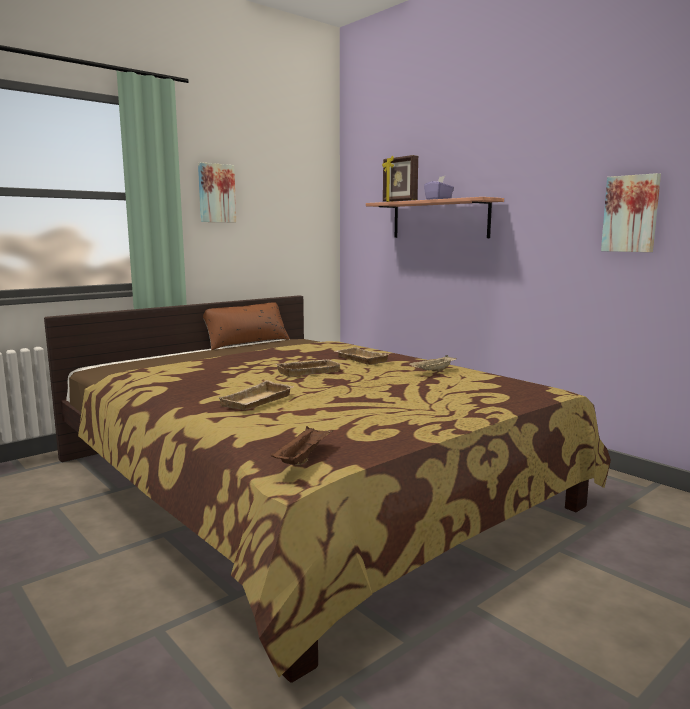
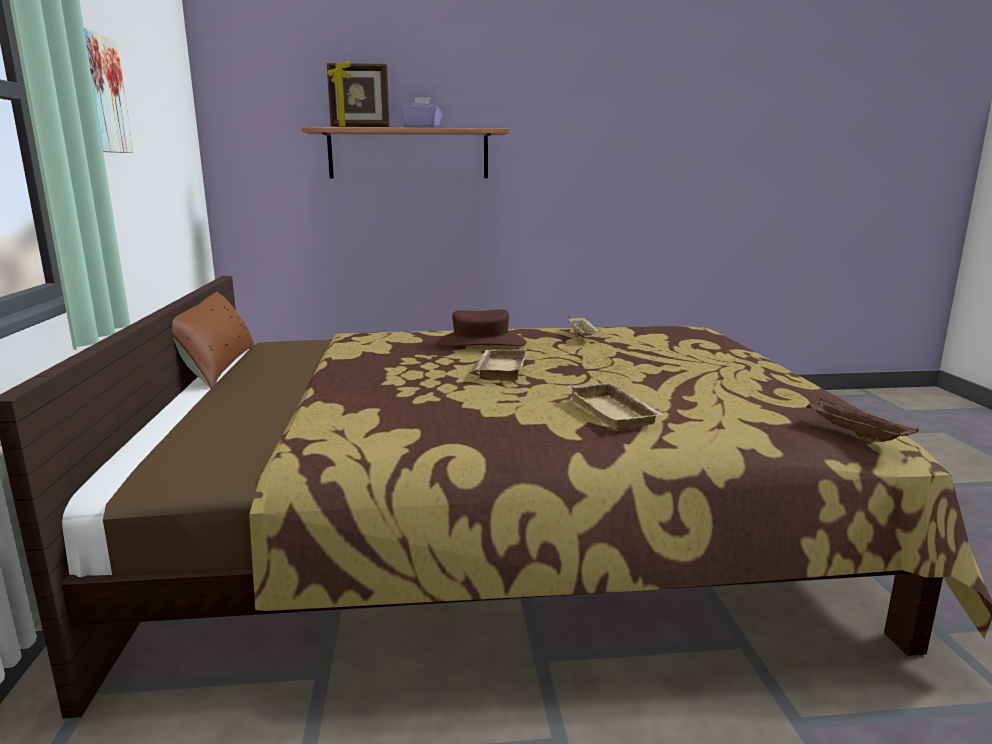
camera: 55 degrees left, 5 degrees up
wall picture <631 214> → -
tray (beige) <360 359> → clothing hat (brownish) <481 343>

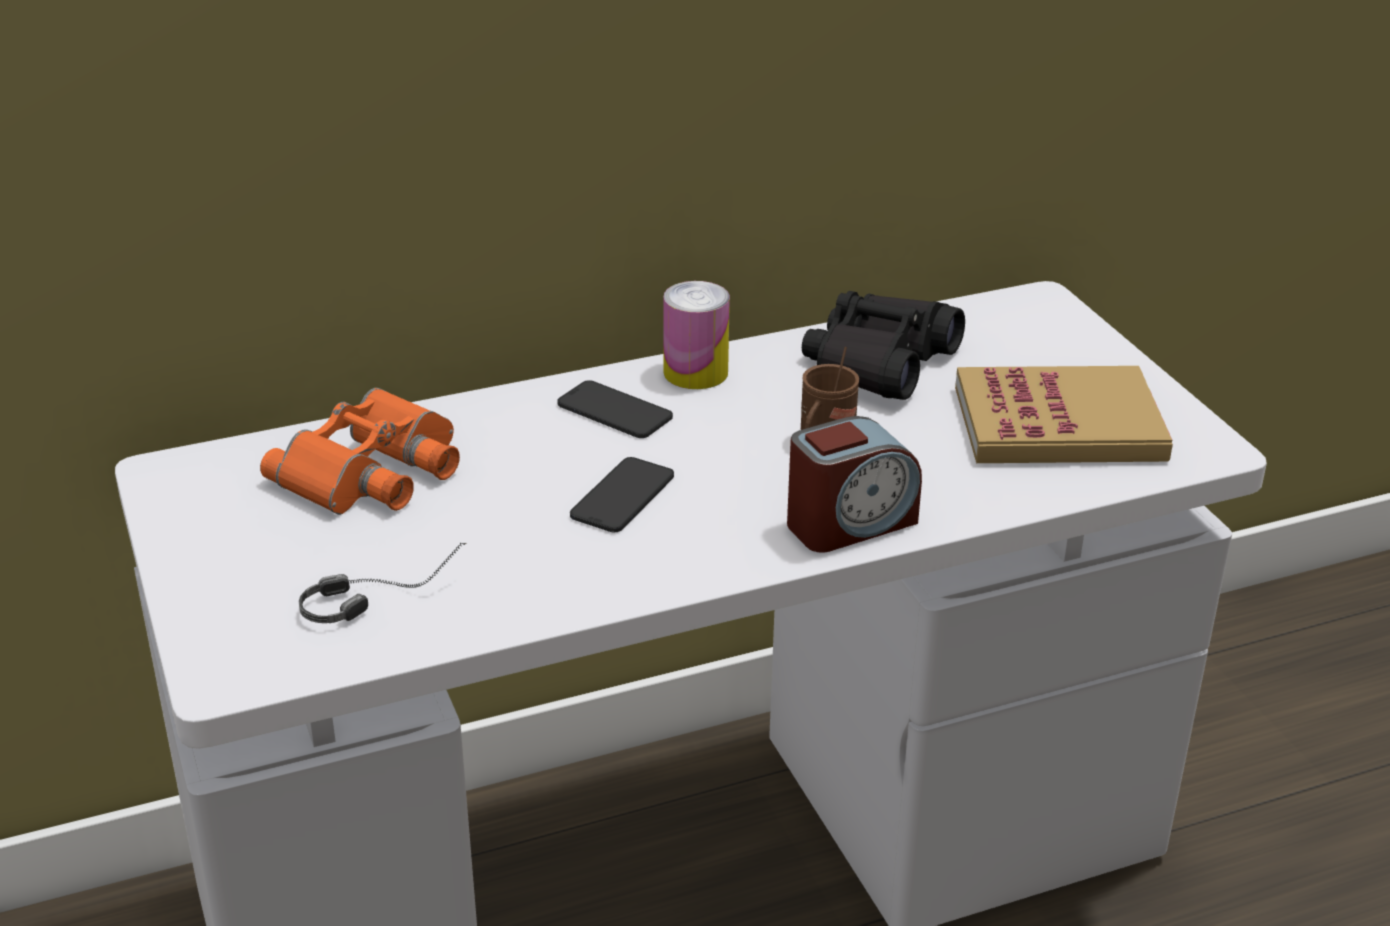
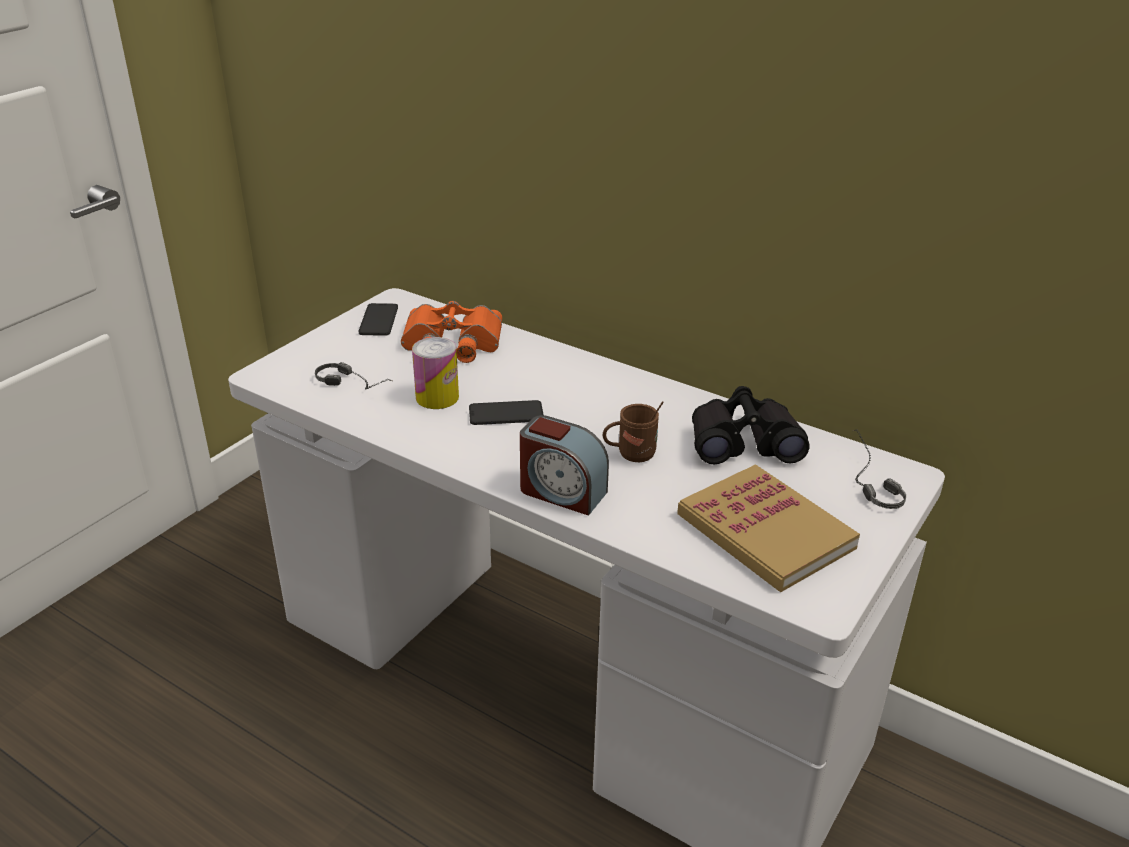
camera: 55 degrees right, 0 degrees up
- → pair of headphones <866 481>
handset <614 411> → handset <378 320>, moved
metal can <695 372> → metal can <437 397>, moved

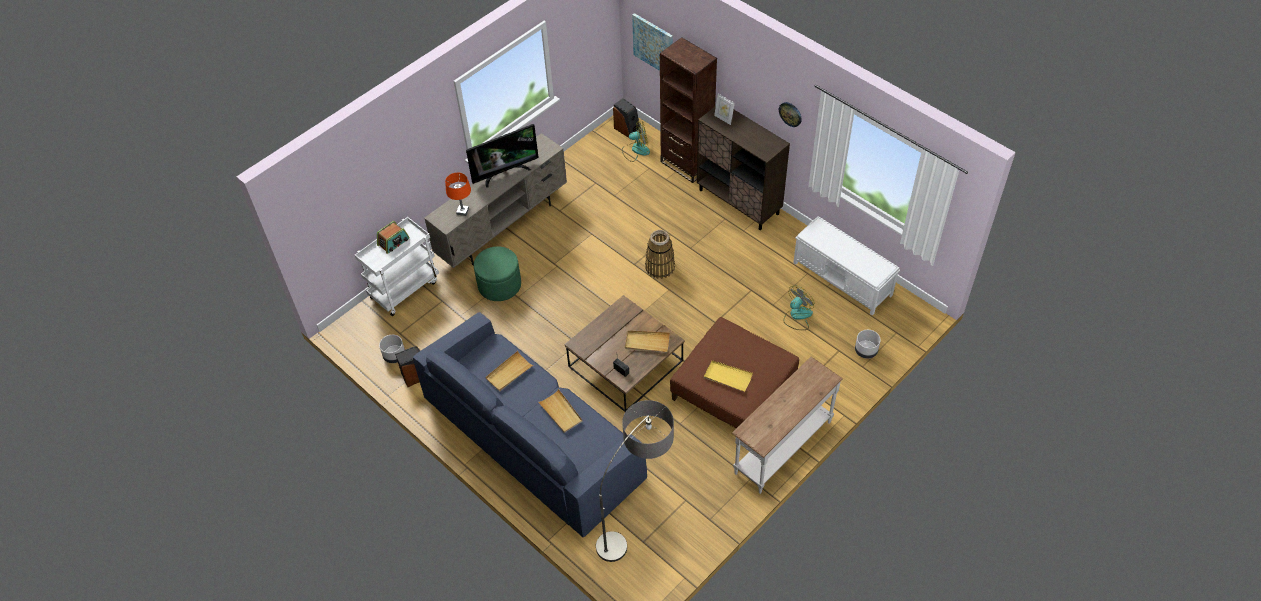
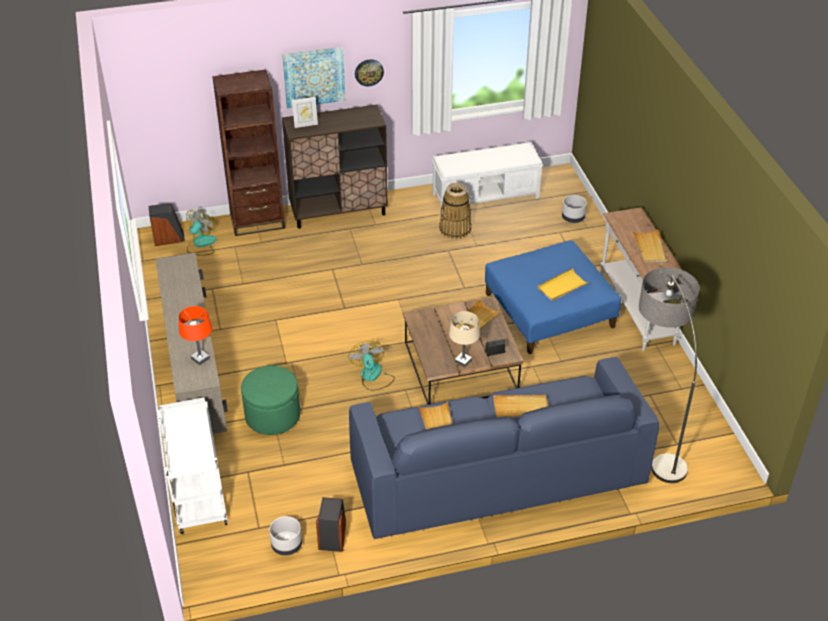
camera: 60 degrees left, 10 degrees down
radio <393 242> → -
TV <505 173> → -
- → lamp for a table (beige) <463 361>
- → tray (beige) <649 248>
wall picture <653 44> → wall picture <314 76>, moved
storage basket <660 267> → storage basket <455 229>, moved
electric fan <797 316> → electric fan <372 377>, moved
ottoman (brownish) <733 389> → ottoman (blue) <549 310>

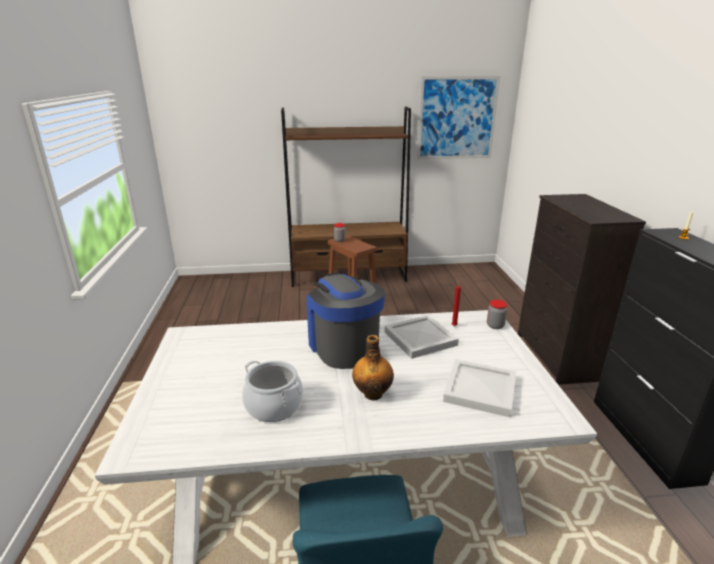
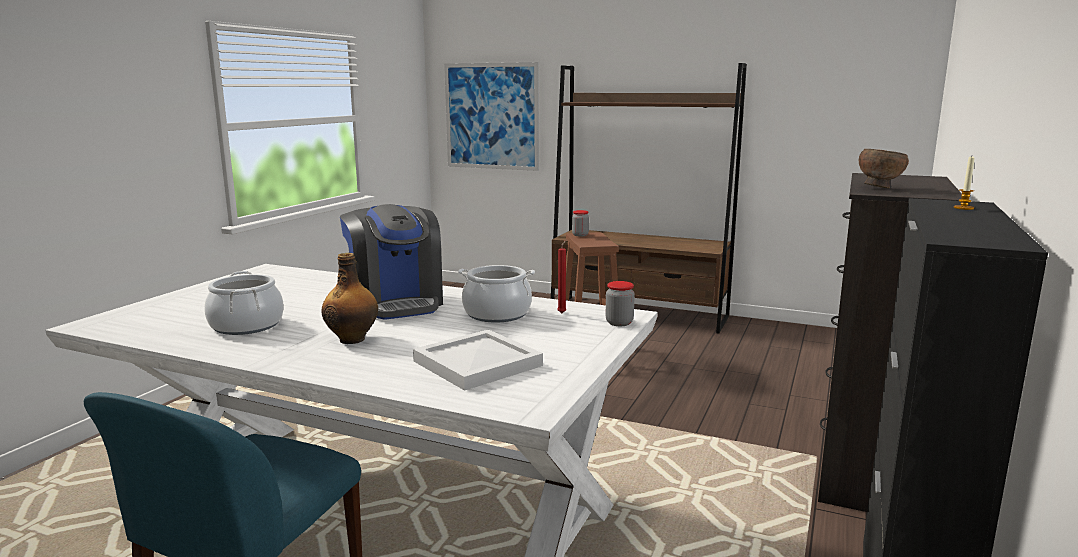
camera: 30 degrees right, 10 degrees down
- → serving bowl (brownish) <878 188>
wall picture <457 118> → wall picture <491 116>, moved
tray (white) <420 338> → cooking pot <497 314>
coffee maker <343 346> → coffee maker <396 303>, 150 degrees clockwise

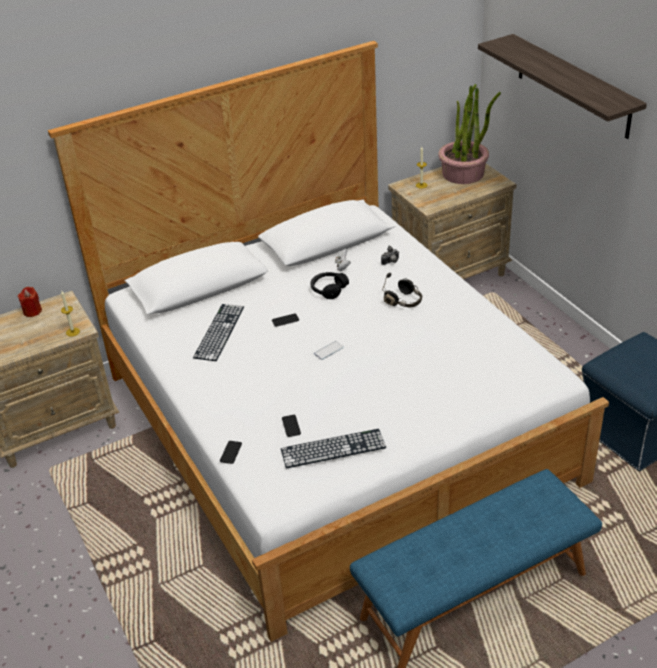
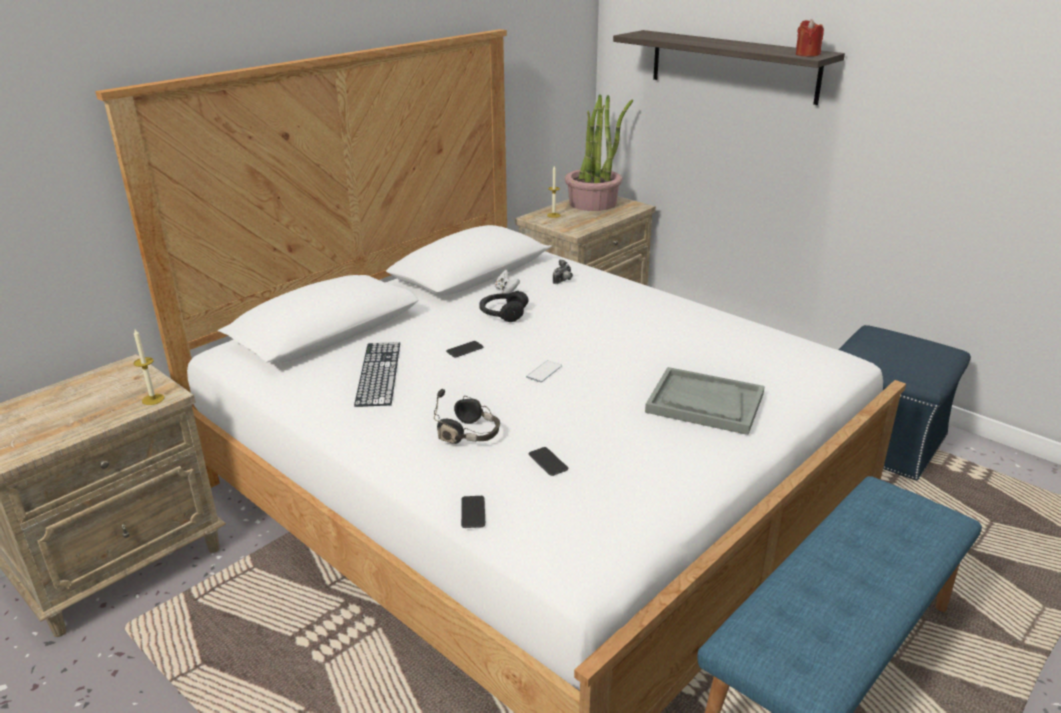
camera: 20 degrees left, 10 degrees down
computer keyboard <333 448> → -
- → tray (gray) <704 403>
candle (reddish) <32 311> → candle (reddish) <807 54>, moved
pair of headphones (blackish) <404 301> → pair of headphones (blackish) <470 434>, moved

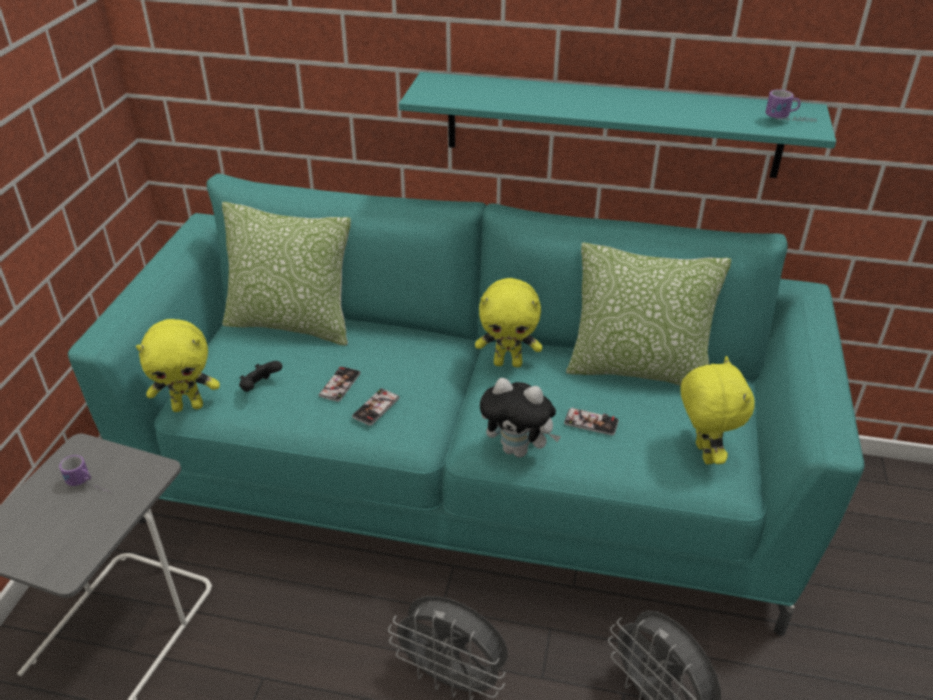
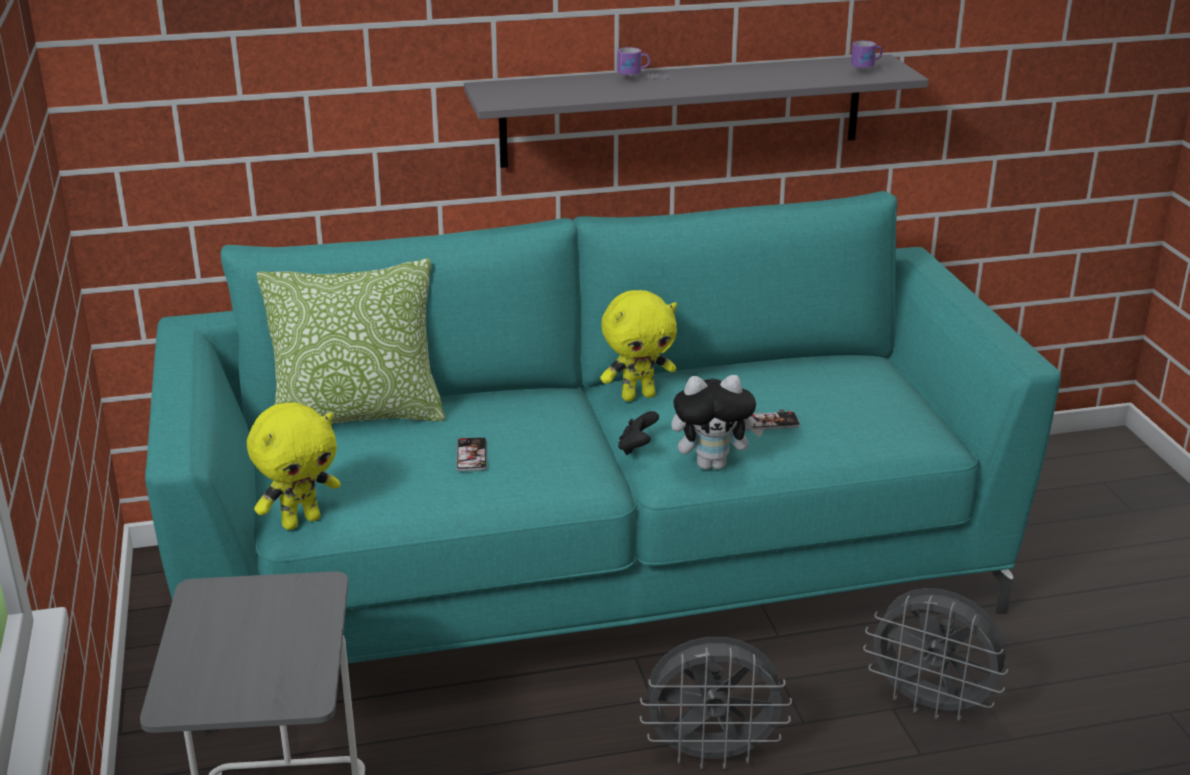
camera: 25 degrees left, 10 degrees down
handset <376 407> → -
cushion <638 370> → -
soft toy (yellow-coloured) <702 453> → -
mug <90 487> → mug <643 79>, moved
game controller (blackish) <260 387> → game controller (blackish) <637 448>, moved
wall shelf (turquoise) <611 125> → wall shelf (gray) <682 110>

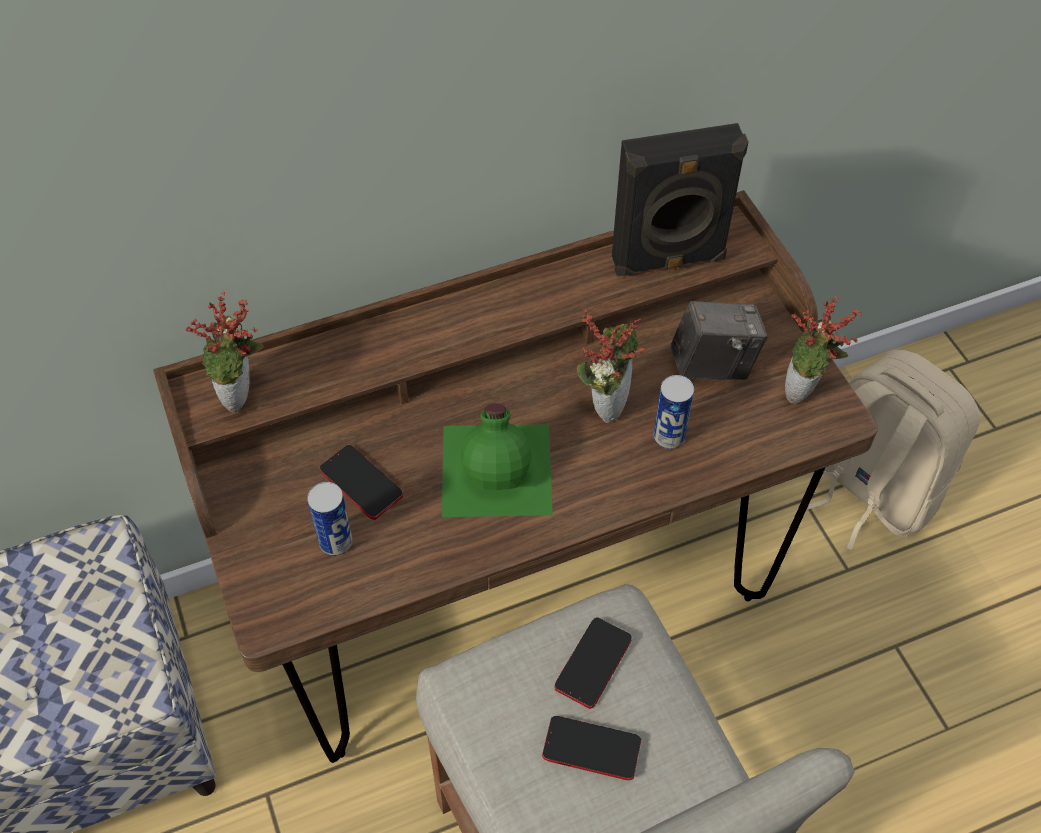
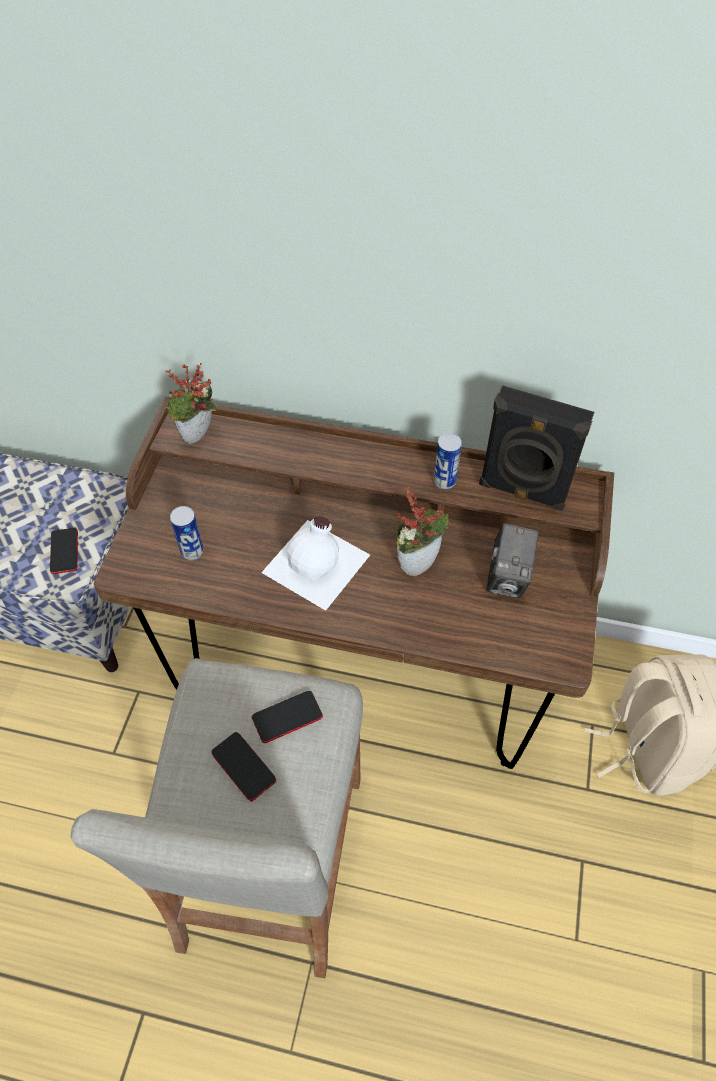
camera: 35 degrees right, 0 degrees up
potted plant <803 392> → -
handset <361 483> → handset <64 551>, moved
metal can <669 437> → metal can <444 481>, moved
drink bottle (greenish) <498 467> → drink bottle (white) <318 563>
photo camera <712 365> → photo camera <507 577>, 75 degrees clockwise

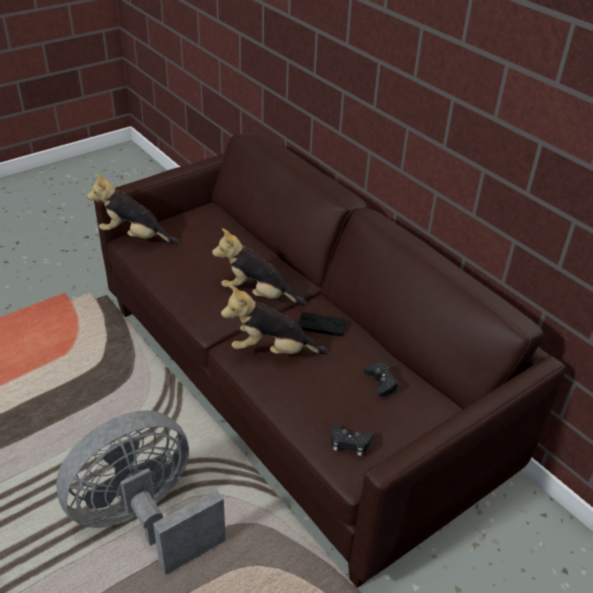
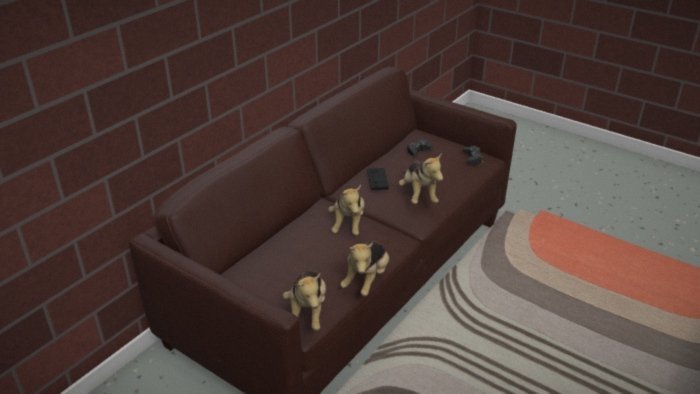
camera: 105 degrees left, 5 degrees down
electric fan (gray) <144 520> → -
- → soft toy <367 280>

